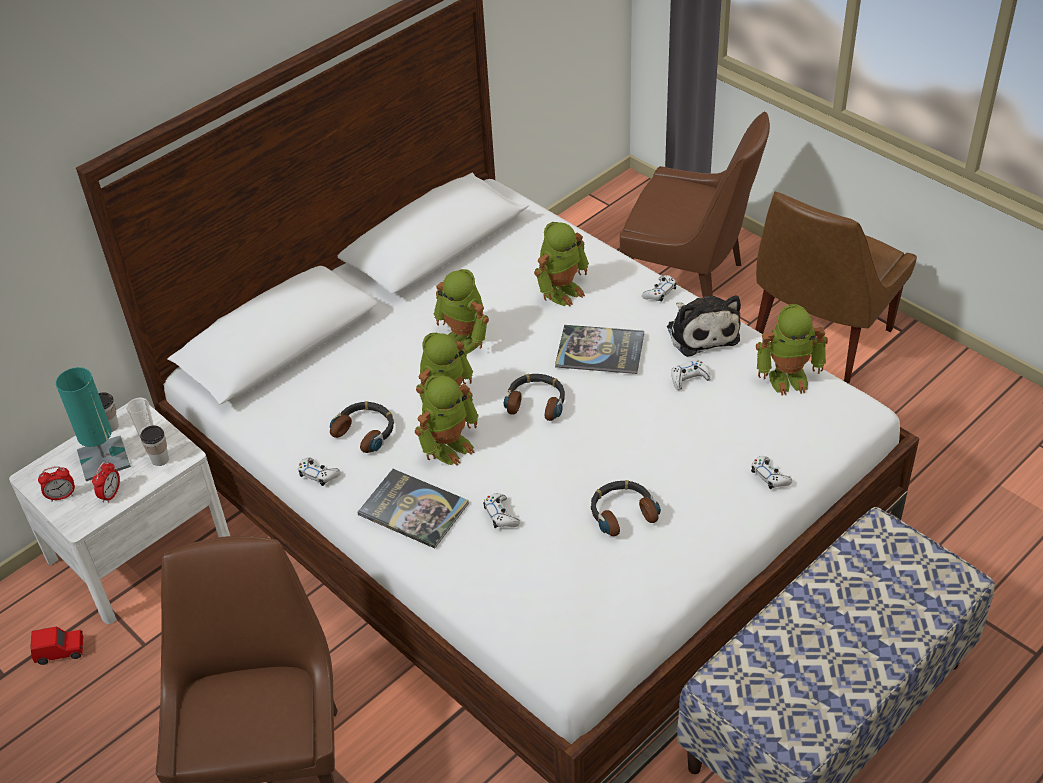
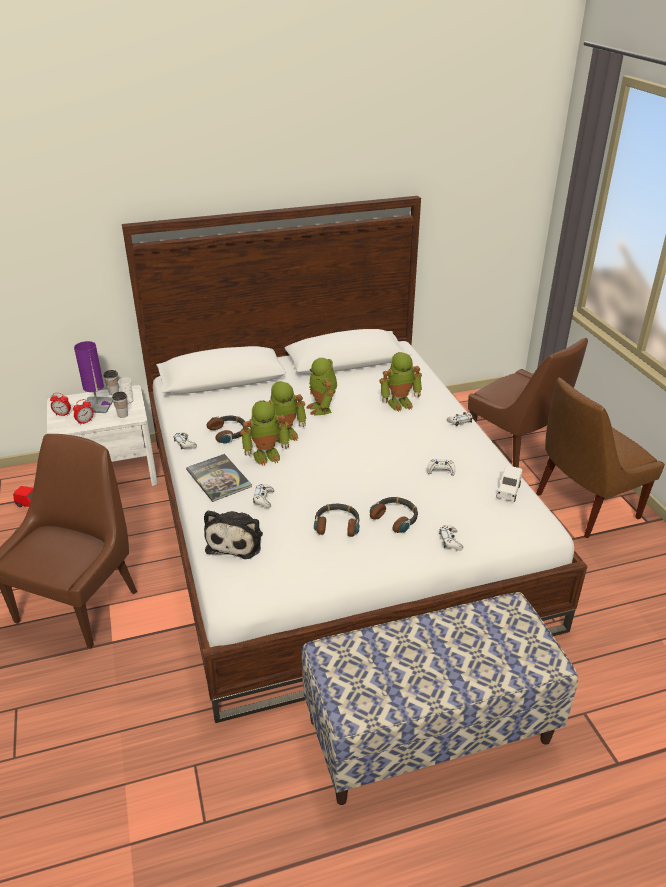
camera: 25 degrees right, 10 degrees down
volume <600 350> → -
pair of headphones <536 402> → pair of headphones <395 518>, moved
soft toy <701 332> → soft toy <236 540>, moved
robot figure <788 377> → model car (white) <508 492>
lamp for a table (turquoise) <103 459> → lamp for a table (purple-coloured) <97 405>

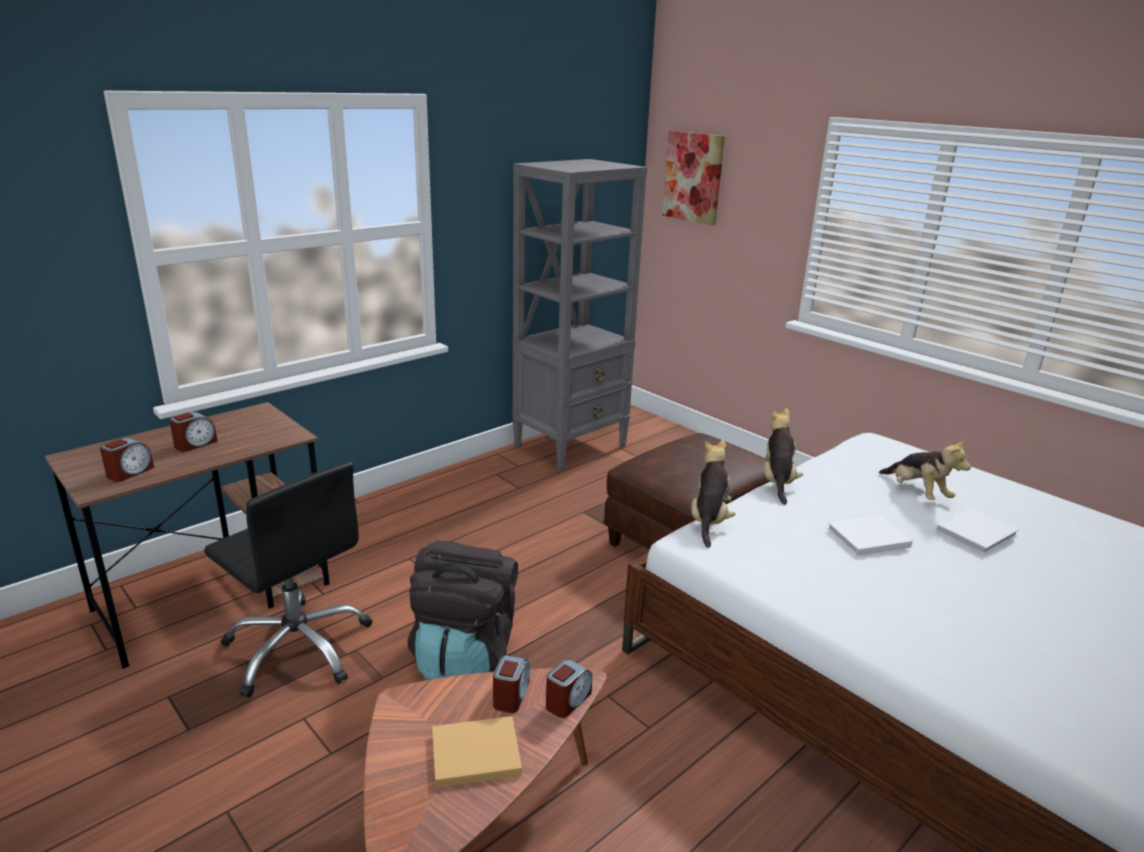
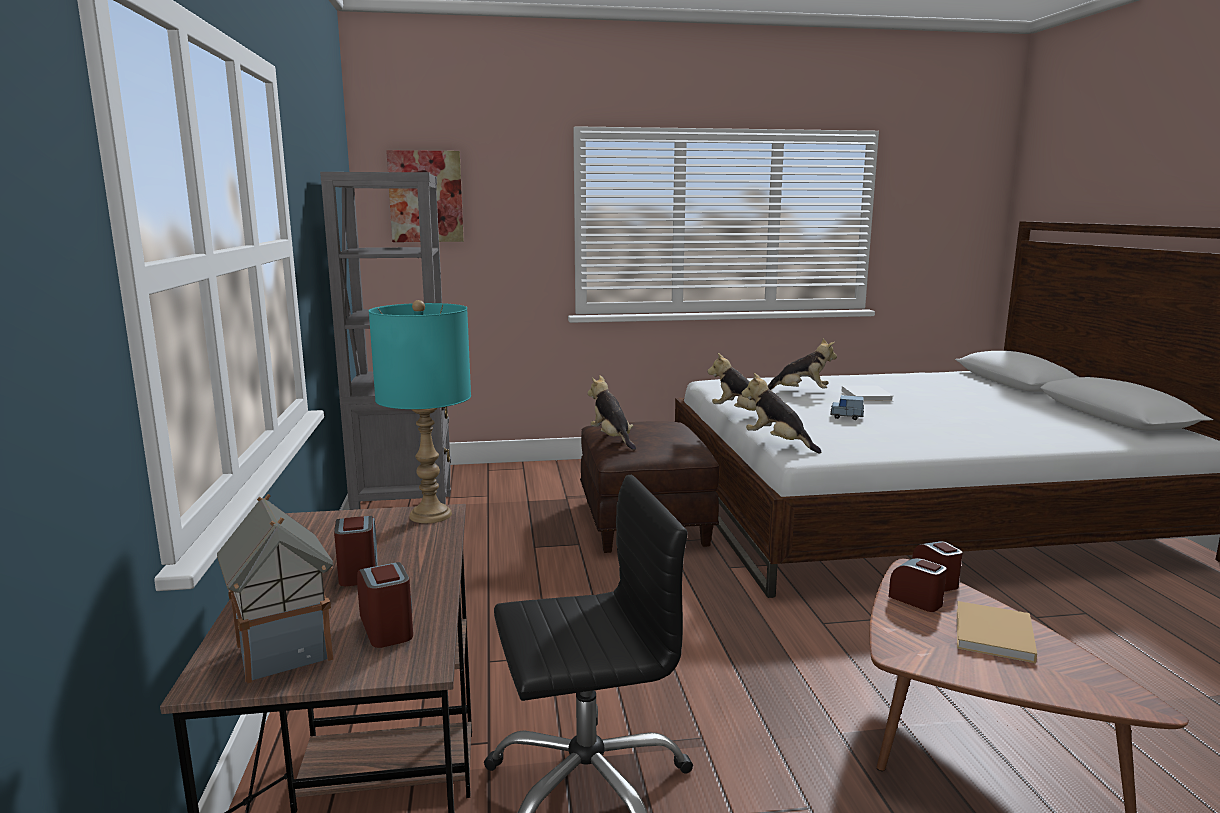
camera: 55 degrees left, 10 degrees down
rucksack (blackish) <465 656> → -
- → miniature house <285 653>
- → lamp for a table (turquoise) <431 515>
- → soft toy <612 439>
volume (white) <866 538> → model car (blue) <846 417>

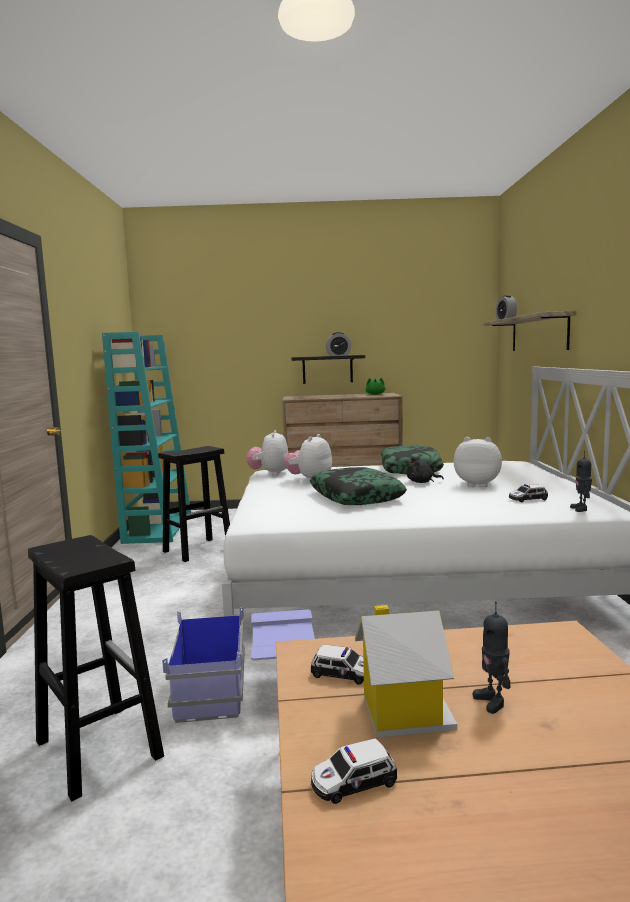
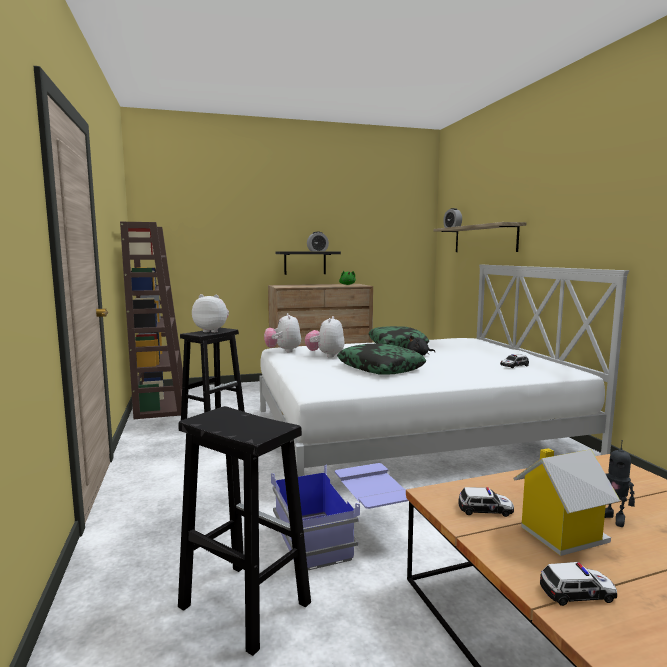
camera: 15 degrees left, 0 degrees up
robot figure <581 509> → -
soft toy <478 484> → soft toy <212 331>, moved
bookshelf (turquoise) <158 528> → bookshelf (brownish) <161 404>
model car <353 782> → model car <578 592>, 150 degrees counterclockwise

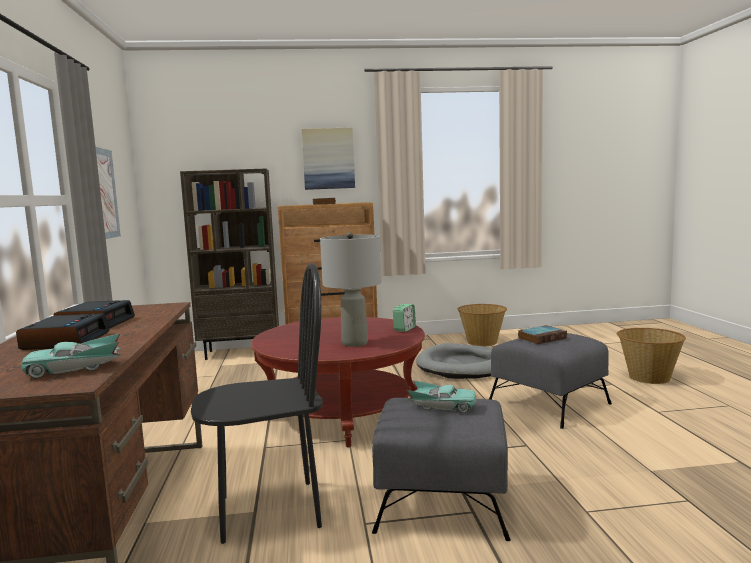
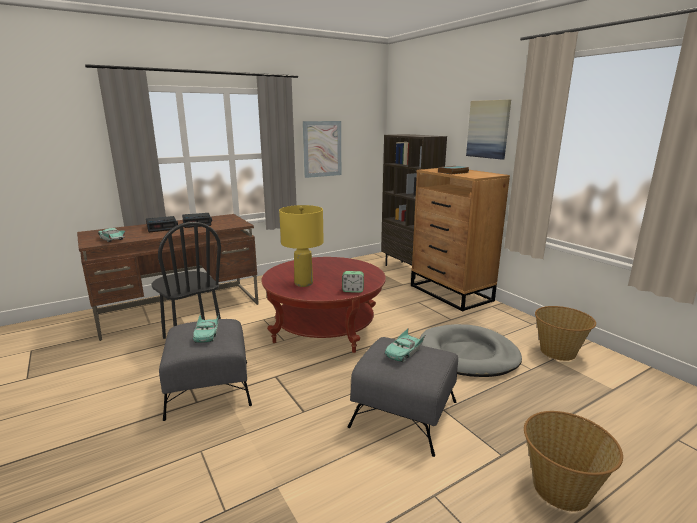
camera: 65 degrees right, 10 degrees up
volume <542 338> → model car (turquoise) <404 352>
lamp for a table (gray) <355 343> → lamp for a table (yellow-coloured) <303 283>

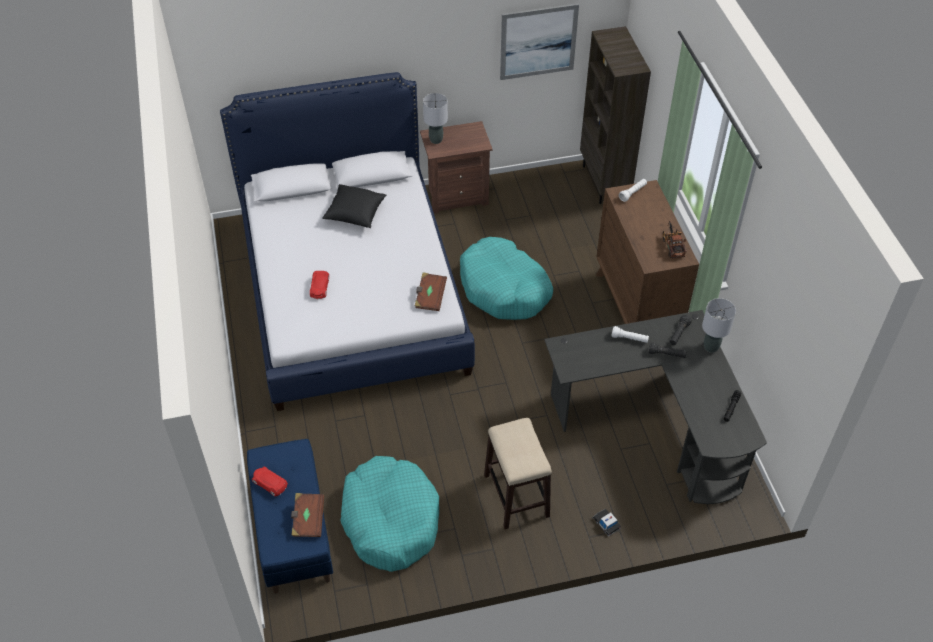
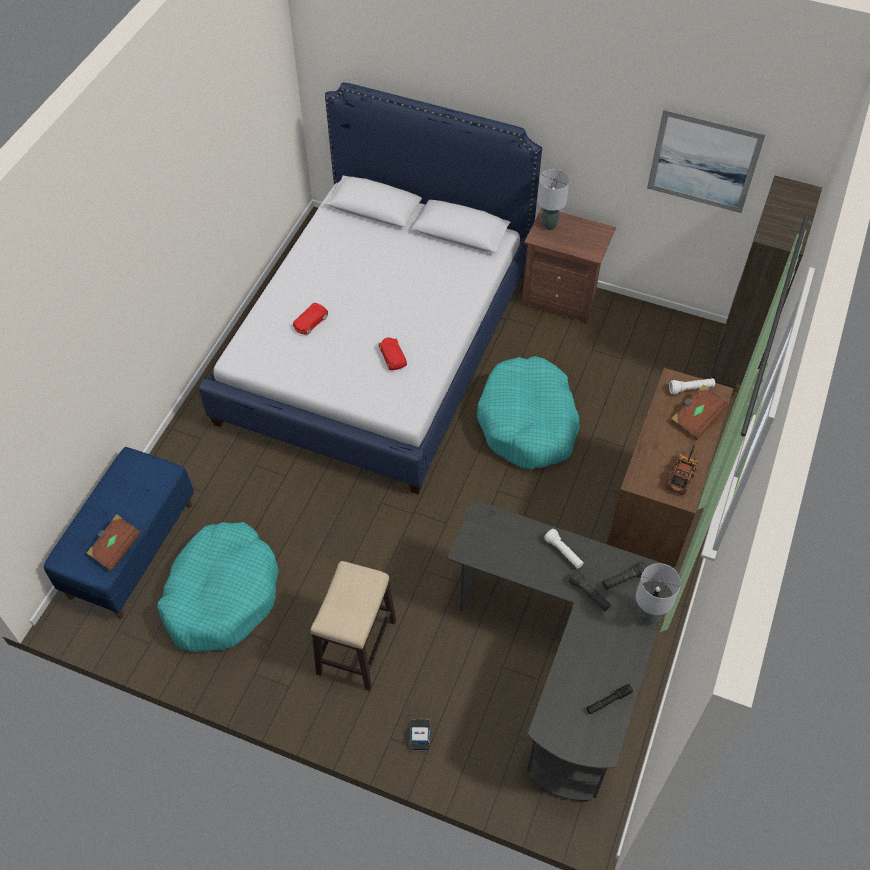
camera: 35 degrees right, 5 degrees up
cushion (blackish) <355 214> → -
model car (reddish) <269 483> → model car (reddish) <392 356>, moved
volume (brownish) <430 297> → volume (brownish) <696 418>, moved

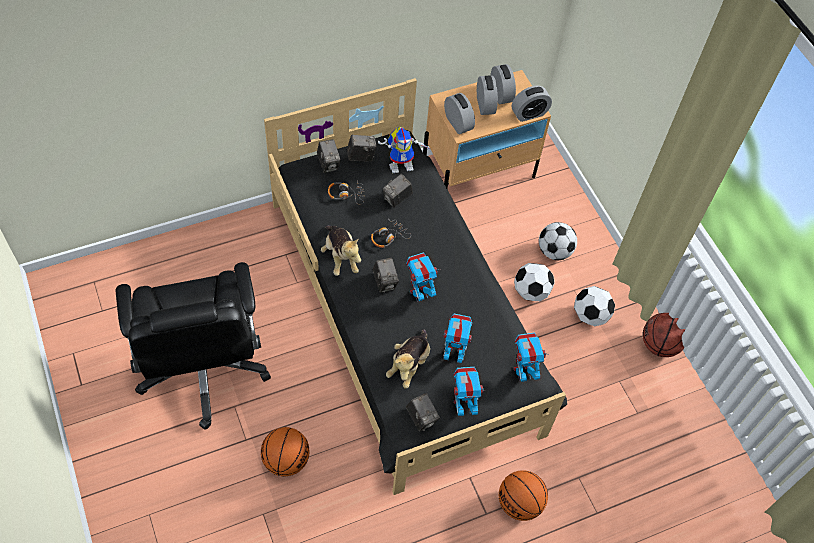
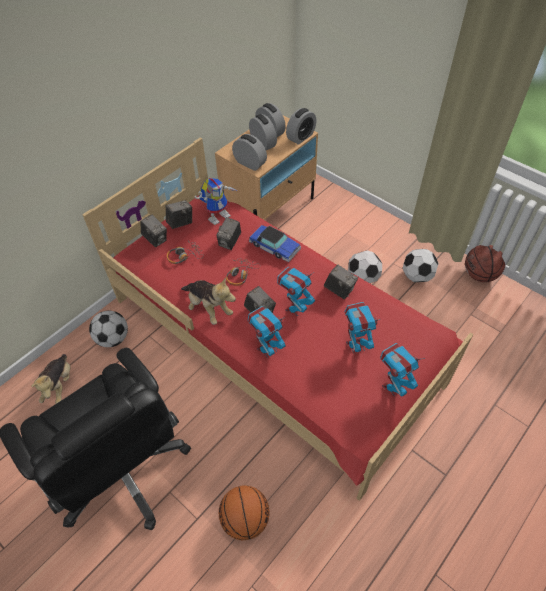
camera: 20 degrees left, 5 degrees down
ball for basketball <519 503> → -
- → model car <274 247>
soft toy <409 364> → soft toy <59 385>, moved
photo camera <421 418> → photo camera <339 290>, moved
robot figure <523 372> → robot figure <267 349>, moved
ball for football <554 251> → ball for football <113 338>, moved
sleeping bed (blackish) <404 314> → sleeping bed (reddish) <276 340>

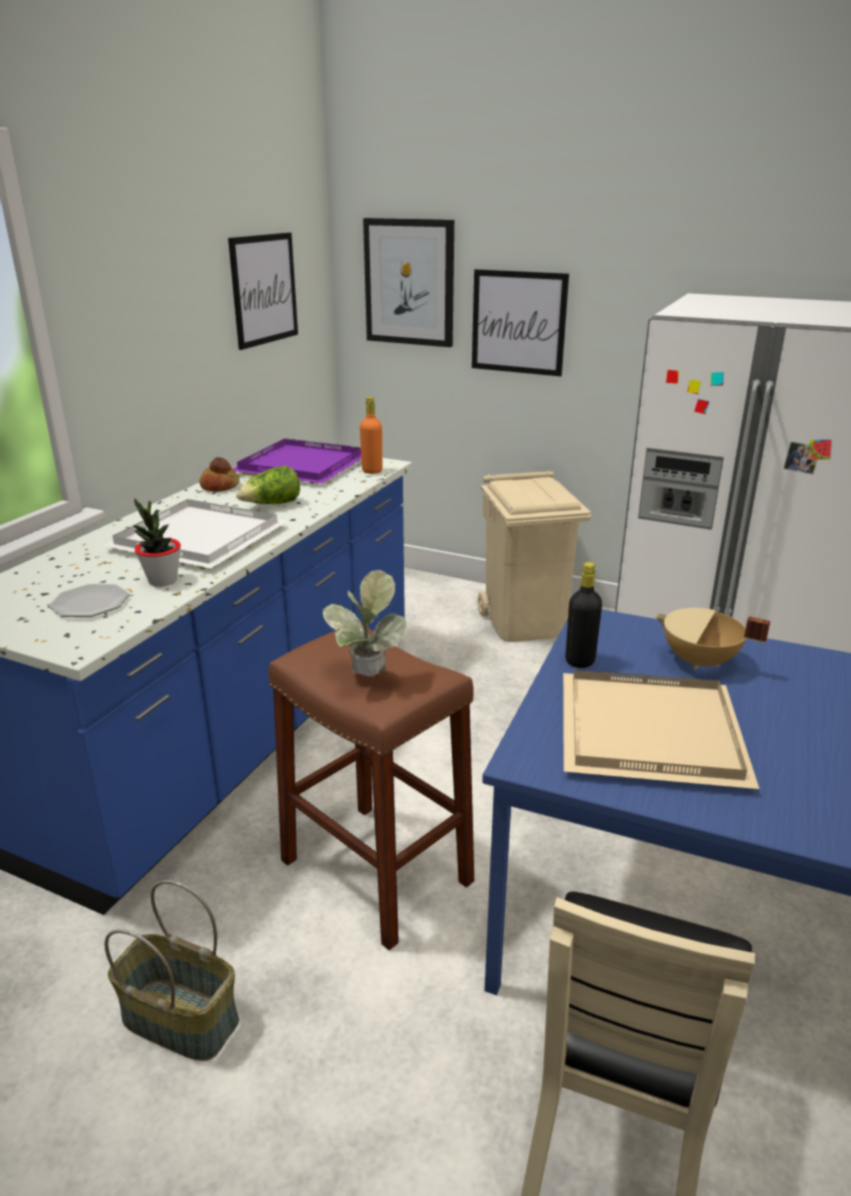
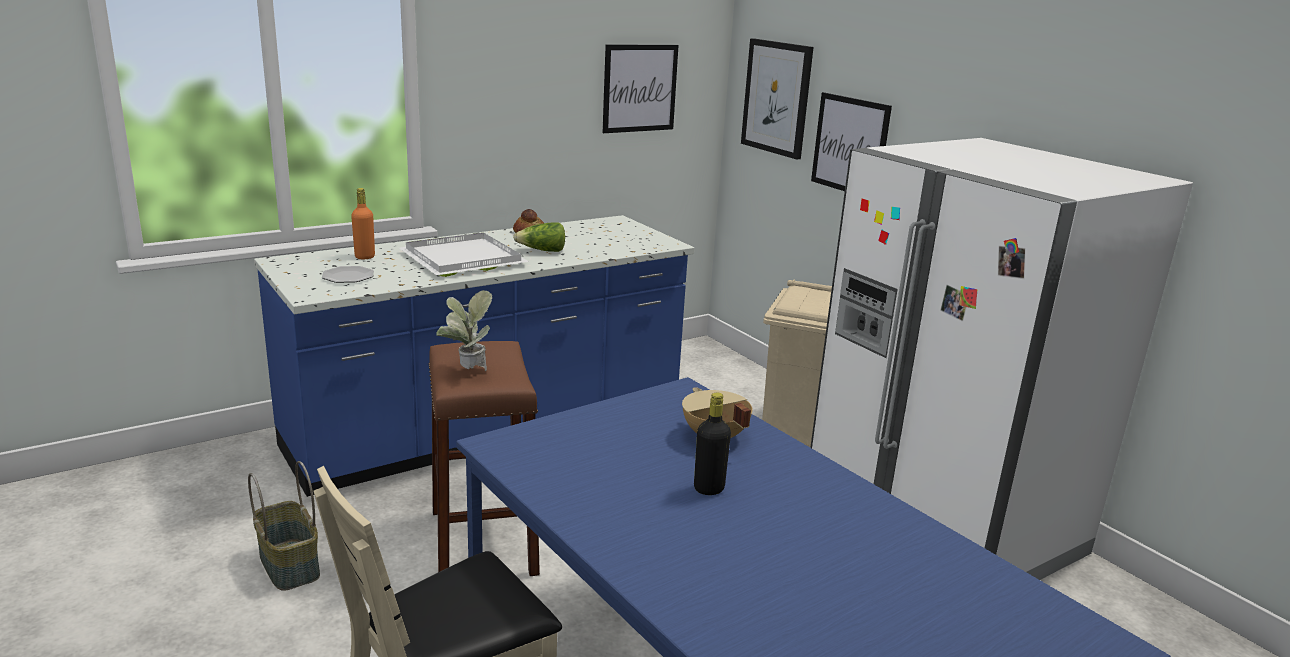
camera: 30 degrees right, 5 degrees down
potted plant <162 581> → -
tray (purple-coloured) <298 466> → -
tray (beige) <646 733> → -
drink bottle (orange) <372 471> → drink bottle (orange) <365 257>, moved
drink bottle (blackish) <580 661> → drink bottle (blackish) <709 488>, moved

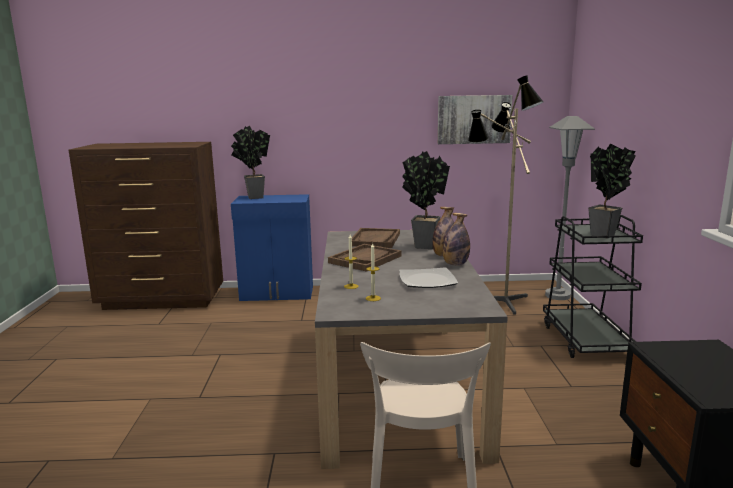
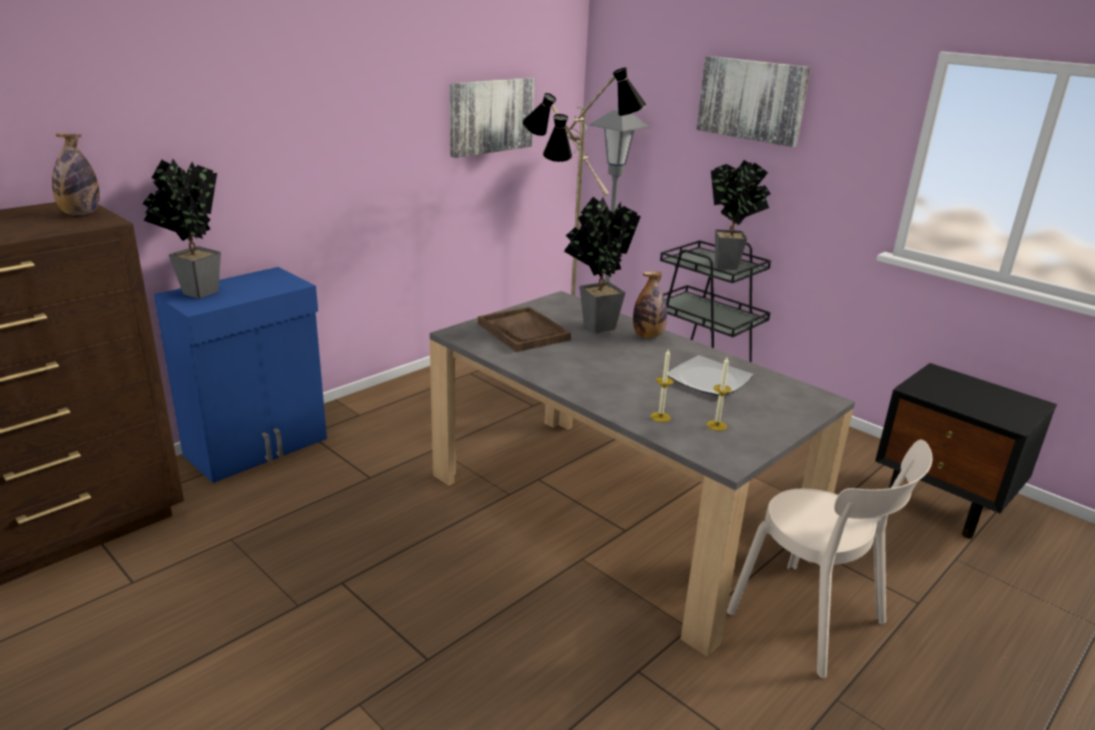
camera: 45 degrees left, 10 degrees up
tray (brownish) <365 259> → -
- → wall picture <751 100>
drink bottle <455 264> → drink bottle <80 214>, moved

